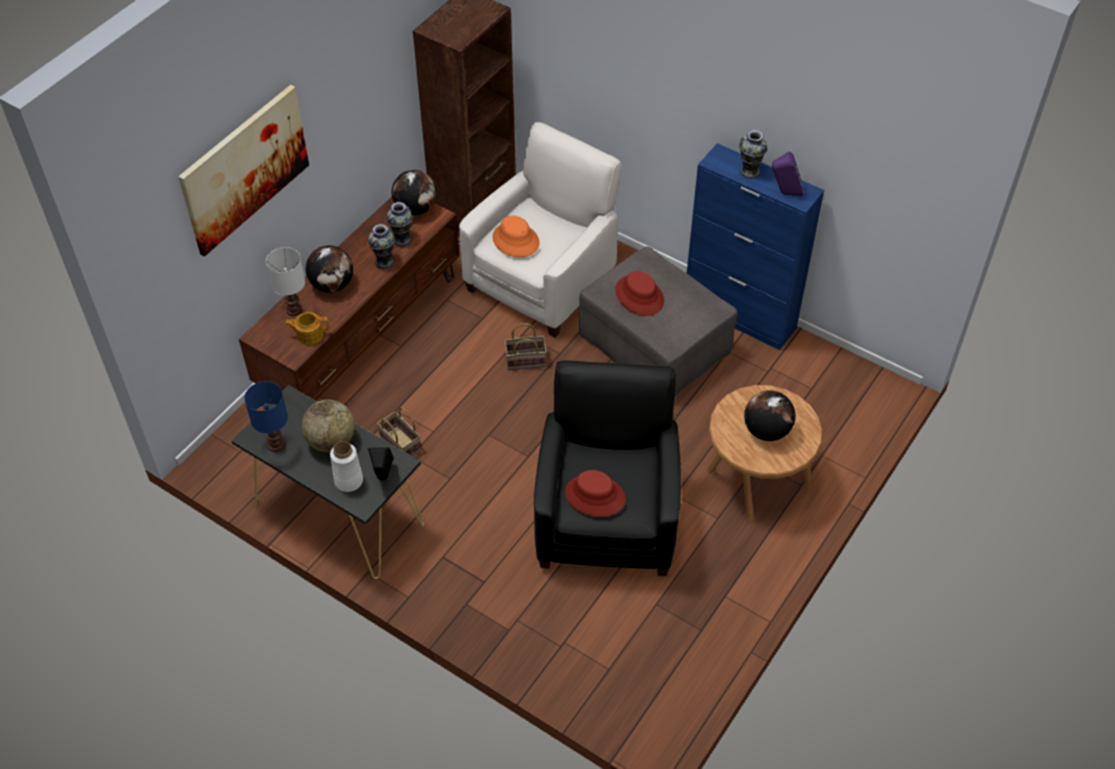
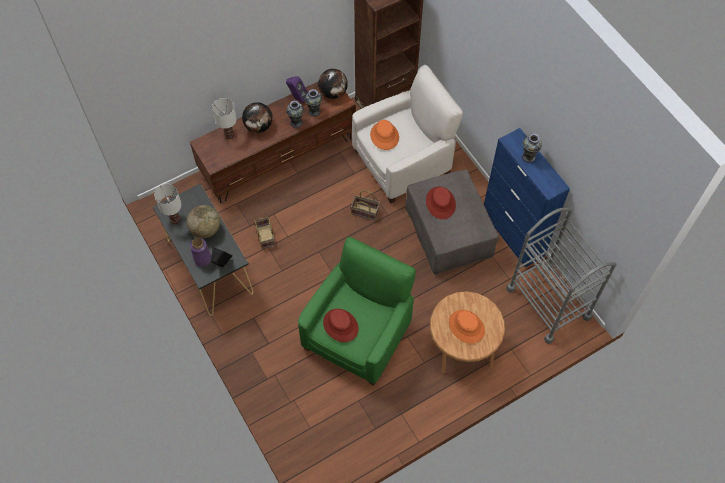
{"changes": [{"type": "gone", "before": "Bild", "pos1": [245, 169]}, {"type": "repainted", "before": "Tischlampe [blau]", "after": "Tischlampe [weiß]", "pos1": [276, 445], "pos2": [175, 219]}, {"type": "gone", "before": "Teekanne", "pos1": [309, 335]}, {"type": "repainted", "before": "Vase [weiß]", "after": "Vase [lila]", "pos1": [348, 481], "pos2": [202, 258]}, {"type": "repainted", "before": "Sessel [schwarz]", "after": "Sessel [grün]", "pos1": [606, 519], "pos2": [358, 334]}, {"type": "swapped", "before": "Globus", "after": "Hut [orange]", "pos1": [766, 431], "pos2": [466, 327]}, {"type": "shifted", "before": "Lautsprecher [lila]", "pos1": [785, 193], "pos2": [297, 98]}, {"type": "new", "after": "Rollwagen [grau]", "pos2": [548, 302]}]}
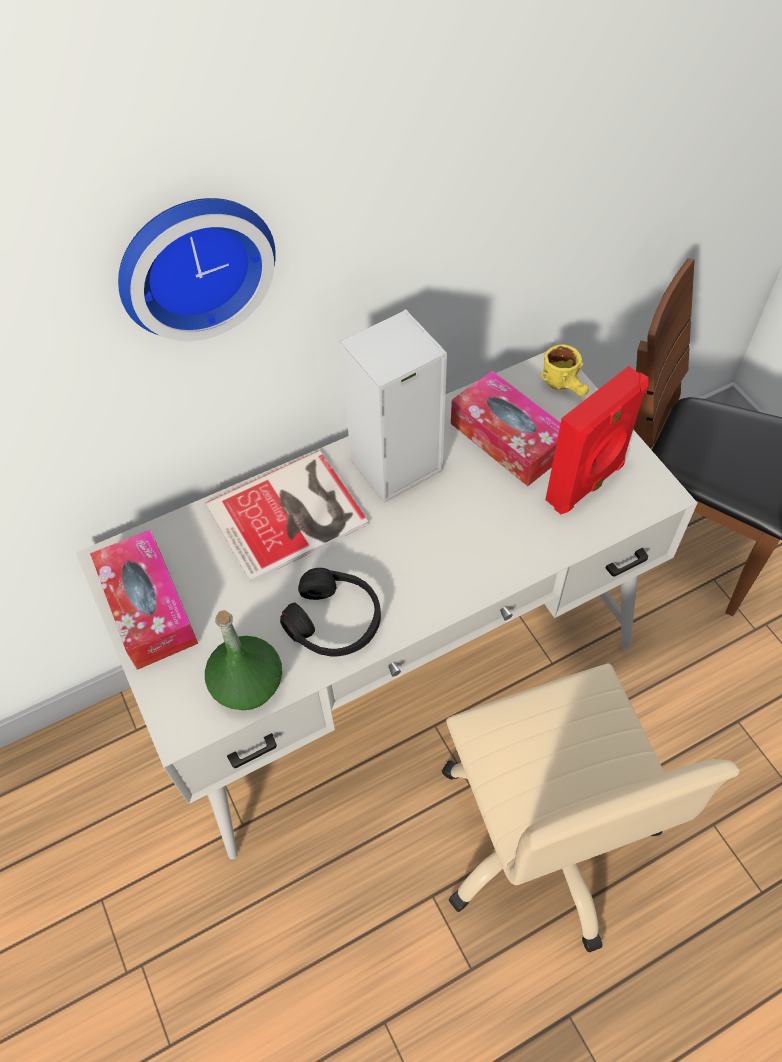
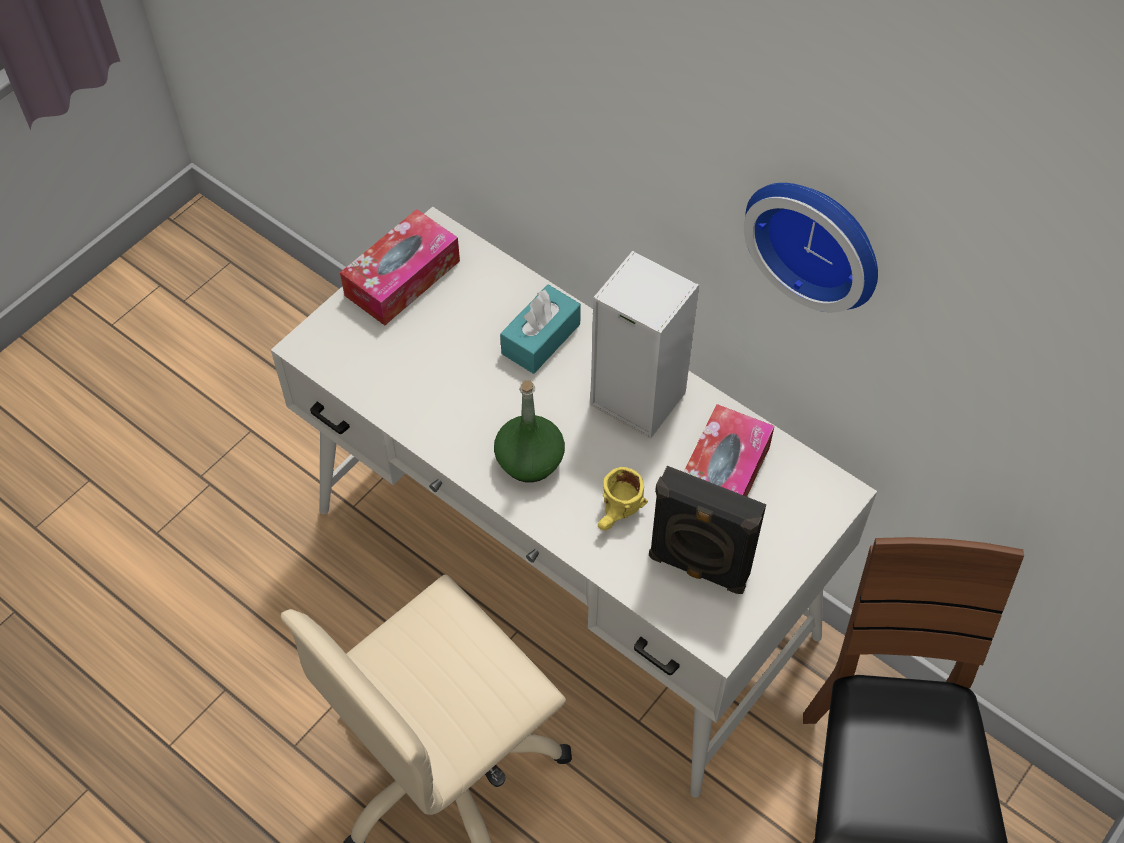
{"changes": [{"type": "shifted", "before": "Wanduhr", "pos1": [193, 263], "pos2": [818, 238]}, {"type": "swapped", "before": "Buch", "after": "Taschentuchbox [türkis]", "pos1": [291, 515], "pos2": [541, 339]}, {"type": "shifted", "before": "Flasche [grün]", "pos1": [248, 684], "pos2": [529, 461]}, {"type": "gone", "before": "Kopfhörer [schwarz]", "pos1": [334, 620]}, {"type": "shifted", "before": "Henkelbecher [gelb]", "pos1": [566, 386], "pos2": [619, 514]}, {"type": "repainted", "before": "Lautsprecher [rot]", "after": "Lautsprecher [schwarz]", "pos1": [586, 484], "pos2": [698, 568]}]}
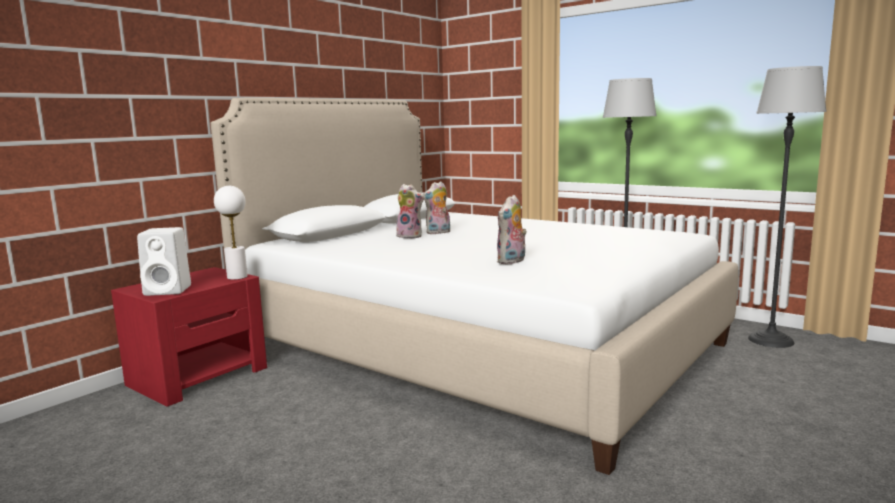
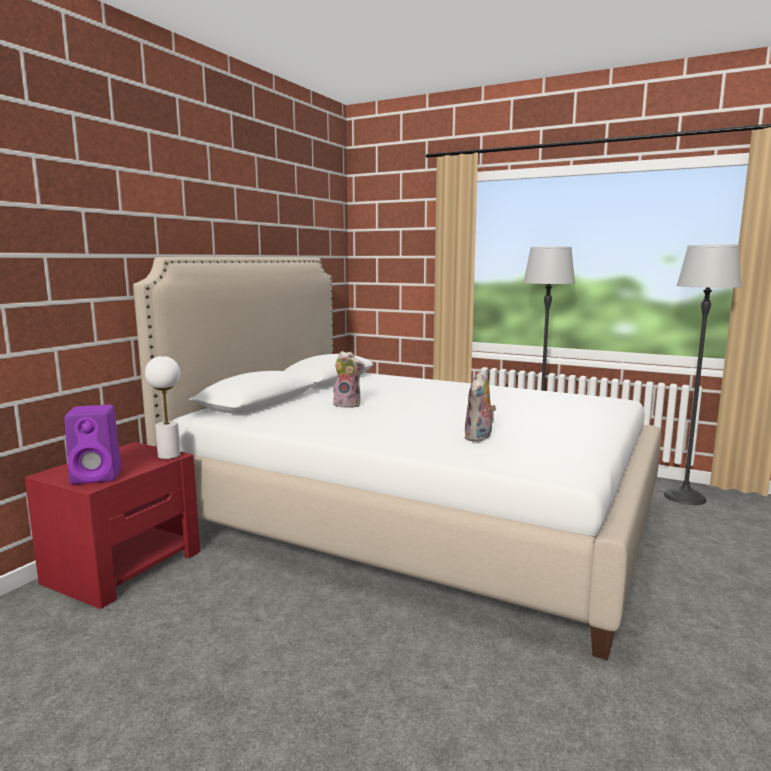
{"changes": [{"type": "repainted", "before": "Lautsprecher [weiß]", "after": "Lautsprecher [lila]", "pos1": [169, 290], "pos2": [98, 476]}, {"type": "gone", "before": "Plüschtier", "pos1": [438, 233]}]}
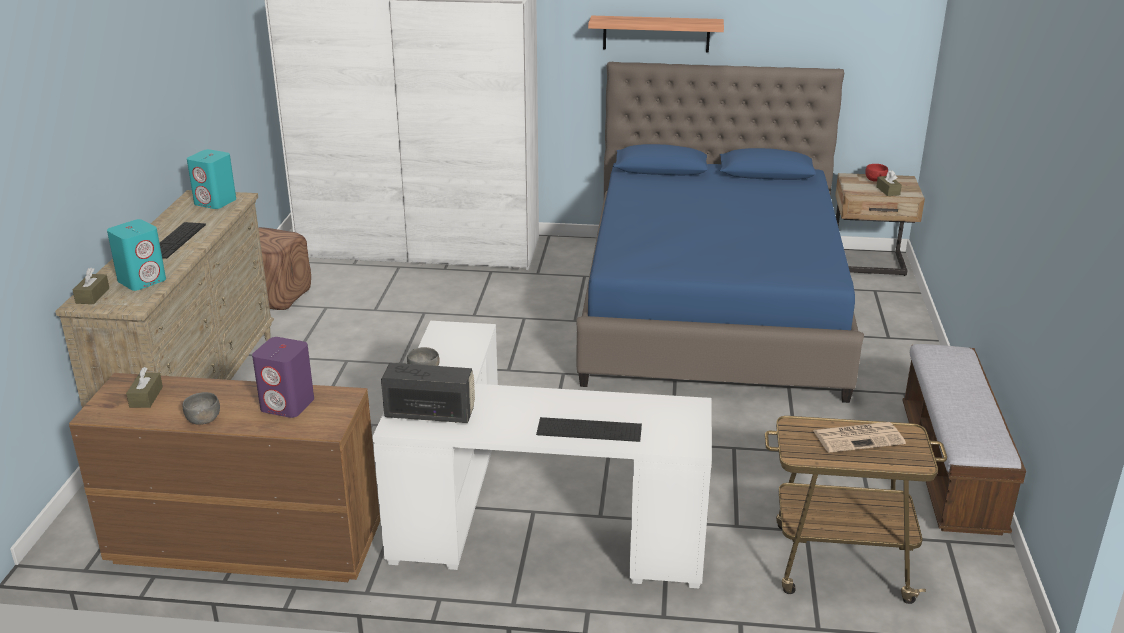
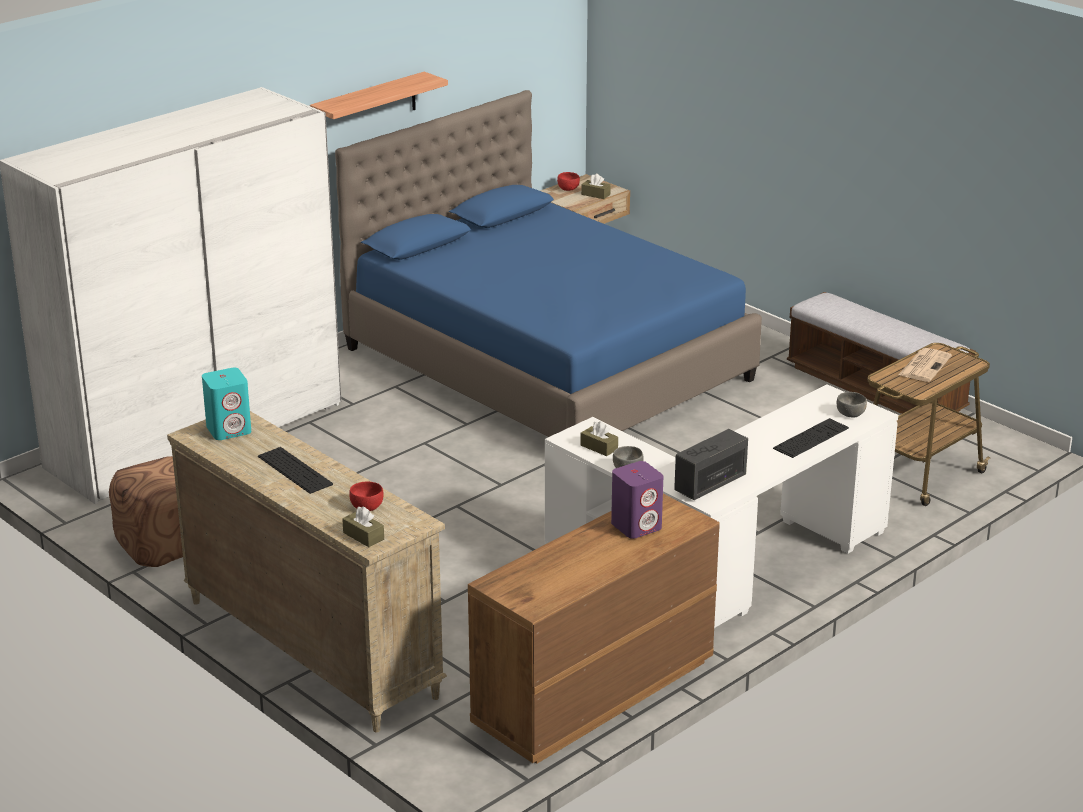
{"changes": [{"type": "swapped", "before": "Lautsprecher [türkis]", "after": "Schüssel [rot]", "pos1": [142, 280], "pos2": [366, 506]}, {"type": "shifted", "before": "Taschentuchbox [braun]", "pos1": [146, 397], "pos2": [599, 447]}, {"type": "shifted", "before": "Schüssel [grau]", "pos1": [203, 419], "pos2": [851, 414]}]}
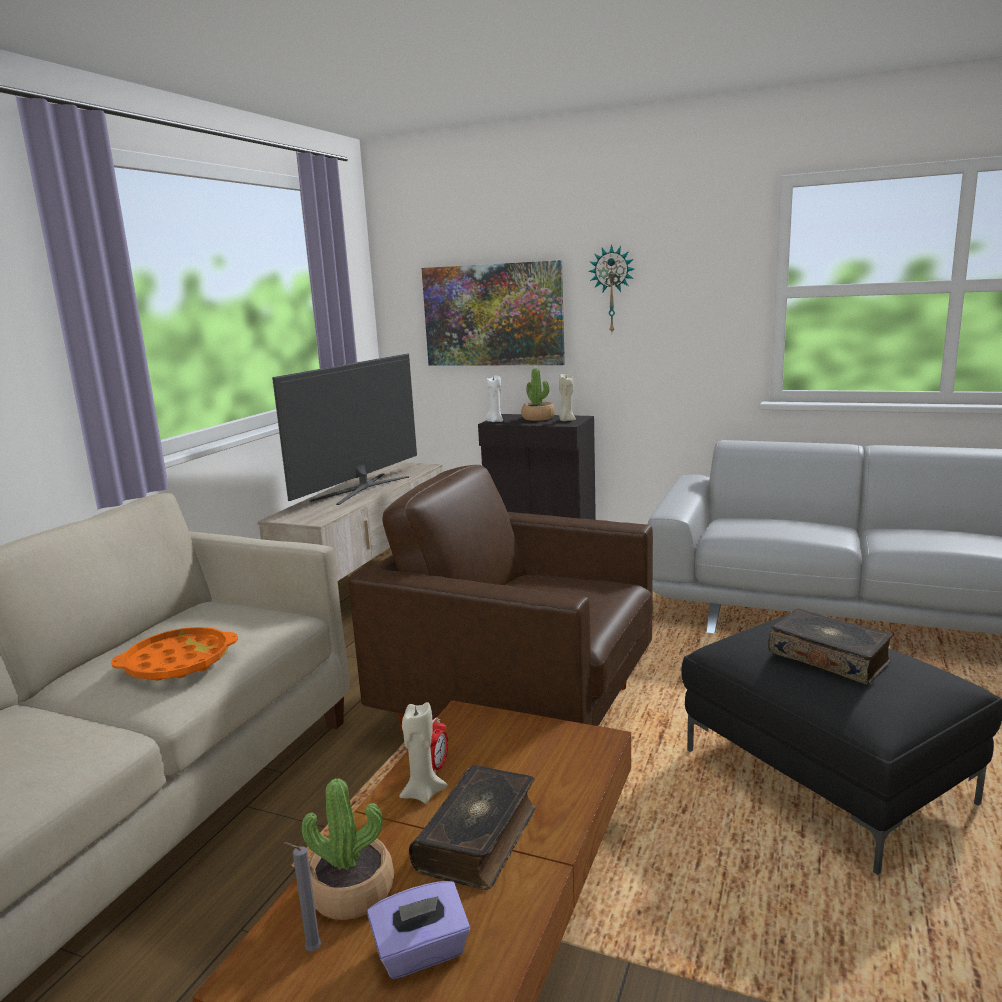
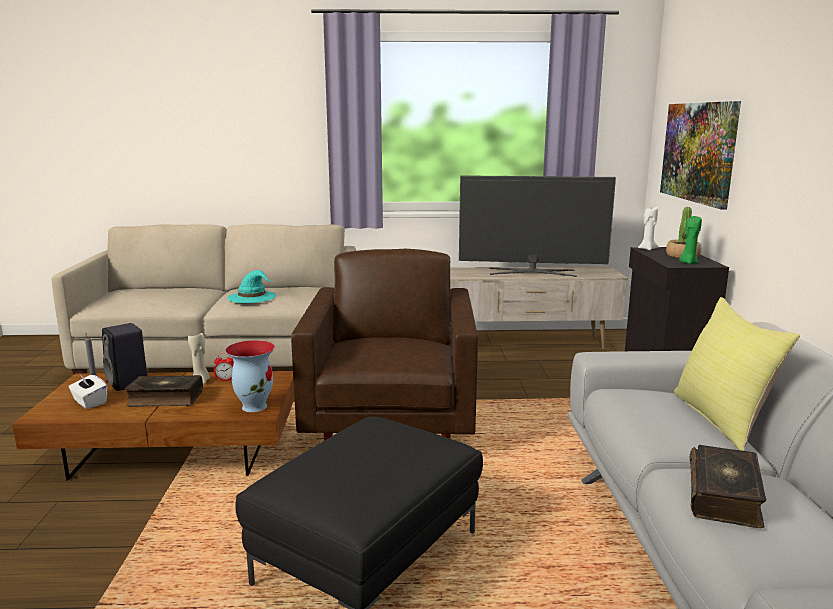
{"changes": [{"type": "swapped", "before": "Tablett [orange]", "after": "Hut [türkis]", "pos1": [178, 662], "pos2": [252, 297]}, {"type": "swapped", "before": "Topfpflanze", "after": "Lautsprecher [schwarz]", "pos1": [352, 891], "pos2": [128, 383]}, {"type": "repainted", "before": "Taschentuchbox [lila]", "after": "Taschentuchbox [weiß]", "pos1": [422, 952], "pos2": [89, 402]}, {"type": "repainted", "before": "Kerze [beige]", "after": "Kerze [grün]", "pos1": [566, 420], "pos2": [688, 263]}, {"type": "gone", "before": "Wanduhr", "pos1": [612, 290]}, {"type": "shifted", "before": "Buch", "pos1": [829, 657], "pos2": [725, 496]}, {"type": "new", "after": "Vase", "pos2": [254, 406]}, {"type": "new", "after": "Kissen [gelb]", "pos2": [722, 419]}]}
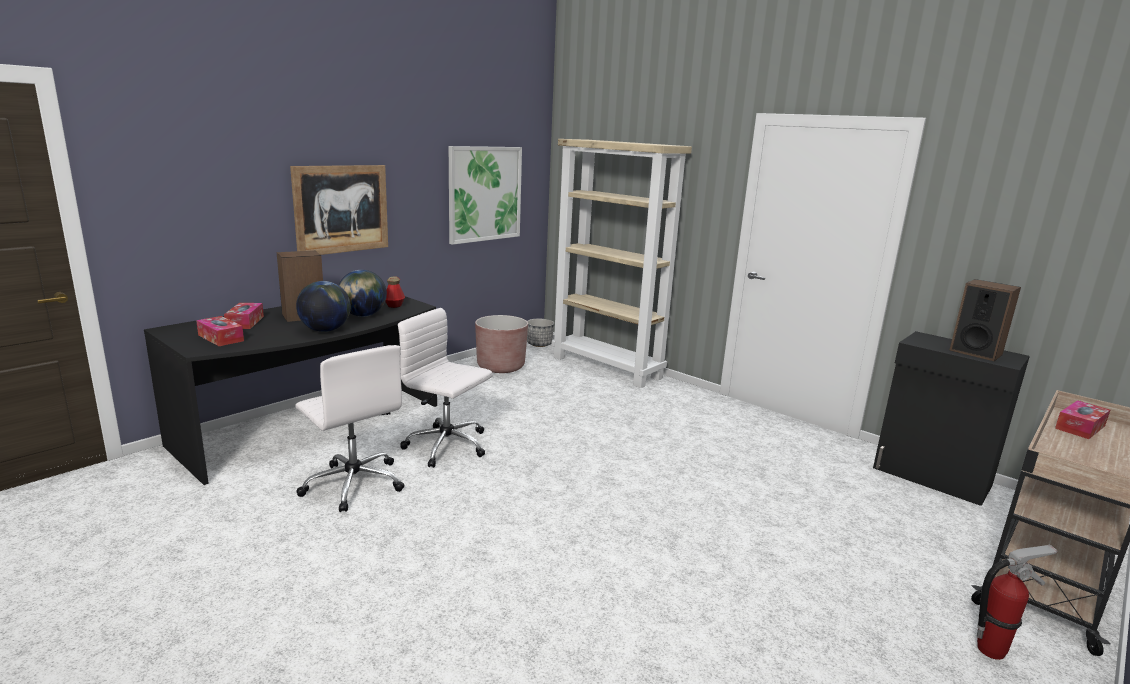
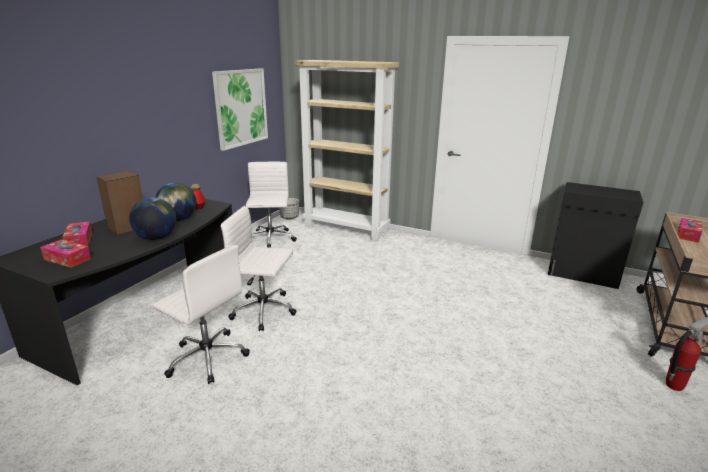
{"changes": [{"type": "gone", "before": "Bild", "pos1": [341, 209]}, {"type": "swapped", "before": "Pflanzkübel [braun]", "after": "Bürostuhl [weiß]", "pos1": [500, 366], "pos2": [270, 239]}, {"type": "gone", "before": "Lautsprecher", "pos1": [975, 352]}]}
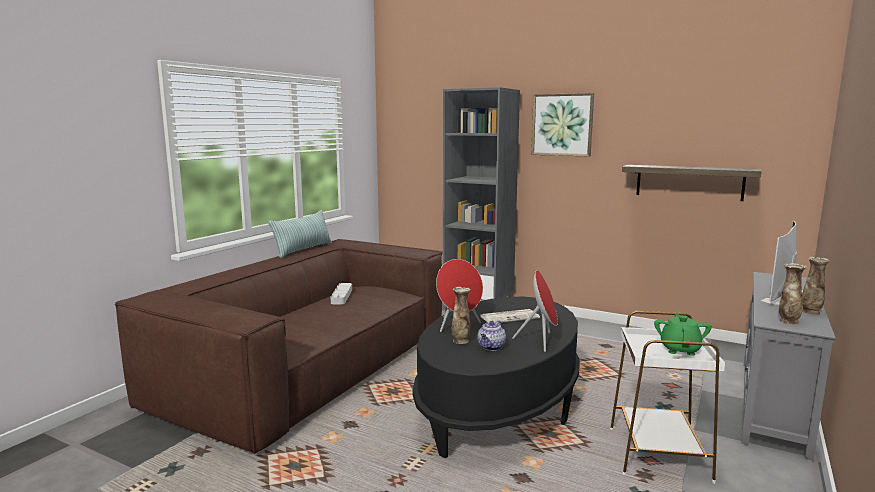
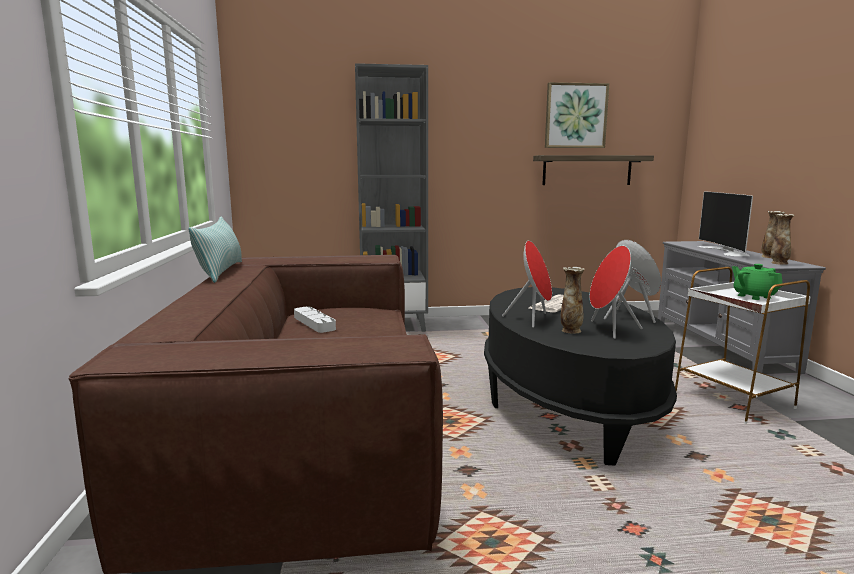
{"changes": [{"type": "swapped", "before": "Teekanne", "after": "Lautsprecher [rot]", "pos1": [491, 347], "pos2": [609, 330]}, {"type": "shifted", "before": "Bild", "pos1": [562, 125], "pos2": [575, 116]}]}
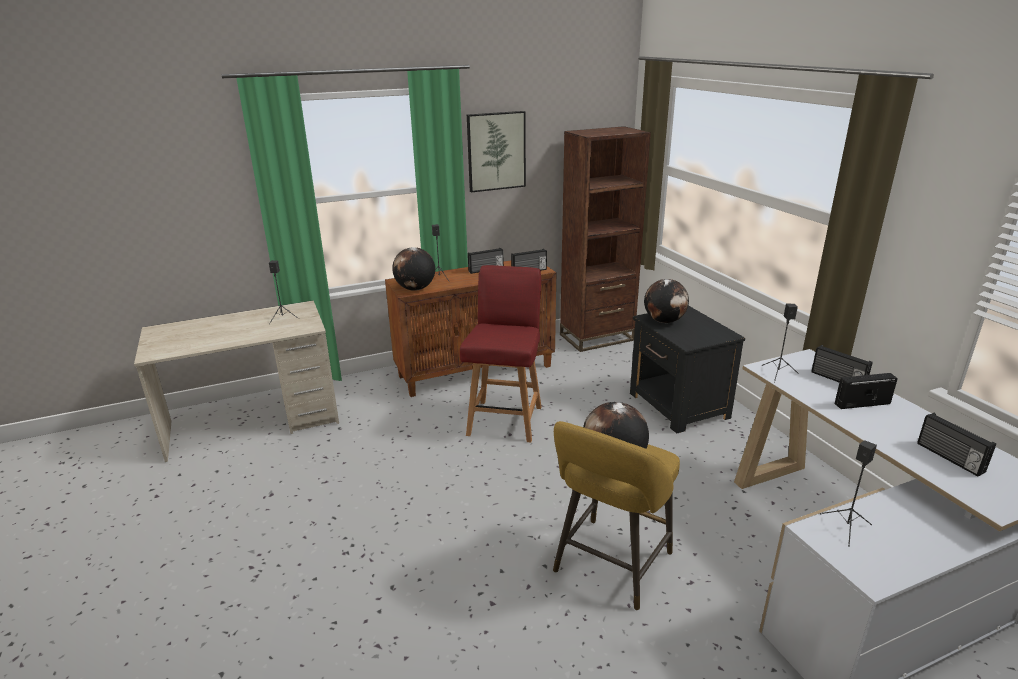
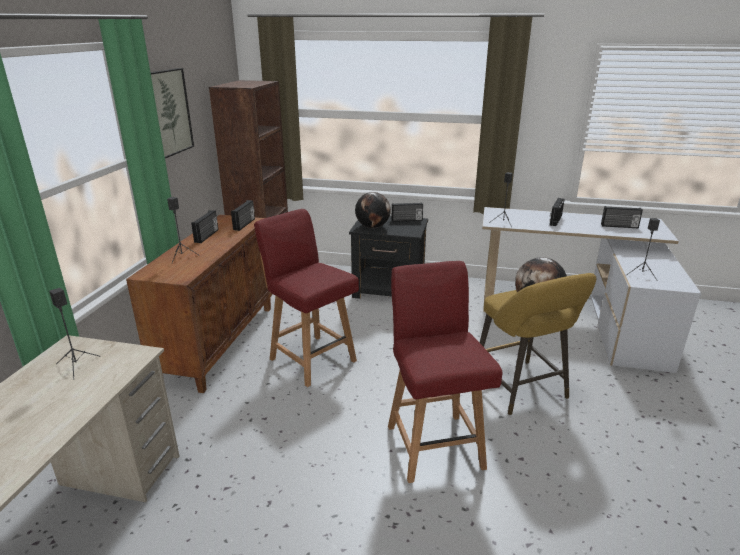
{"changes": [{"type": "gone", "before": "Globus", "pos1": [415, 289]}, {"type": "shifted", "before": "Radio", "pos1": [837, 380], "pos2": [407, 220]}, {"type": "new", "after": "Stuhl [rot]", "pos2": [434, 444]}]}
